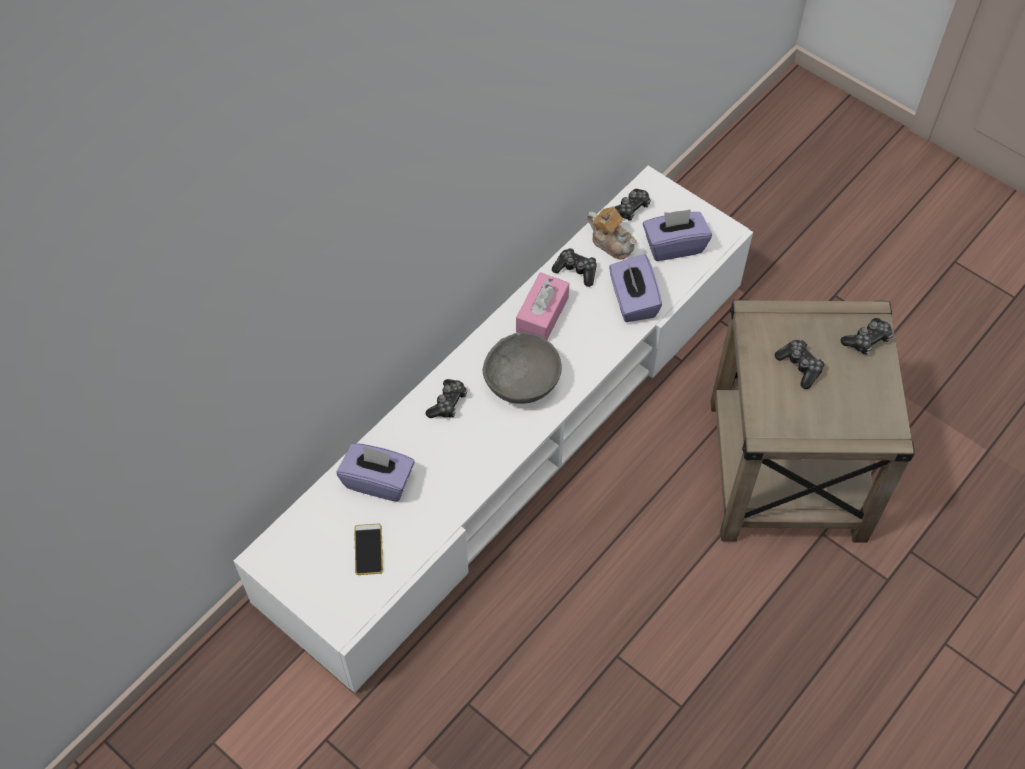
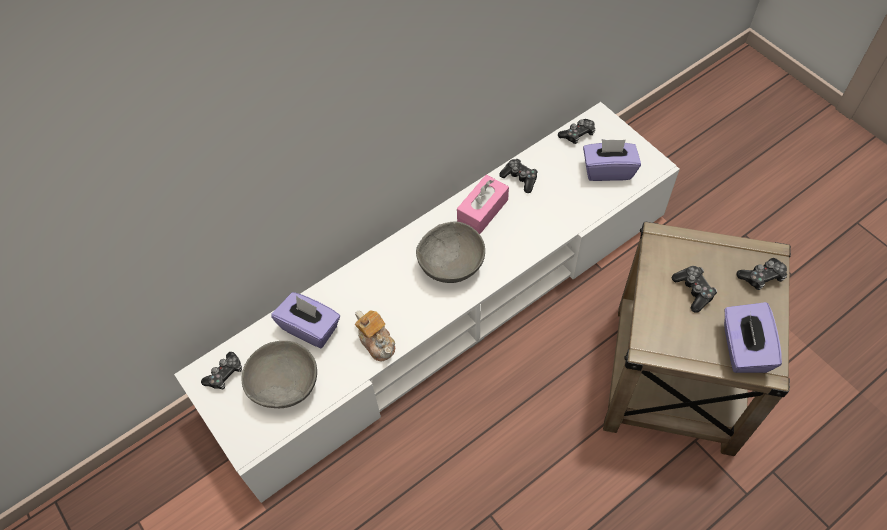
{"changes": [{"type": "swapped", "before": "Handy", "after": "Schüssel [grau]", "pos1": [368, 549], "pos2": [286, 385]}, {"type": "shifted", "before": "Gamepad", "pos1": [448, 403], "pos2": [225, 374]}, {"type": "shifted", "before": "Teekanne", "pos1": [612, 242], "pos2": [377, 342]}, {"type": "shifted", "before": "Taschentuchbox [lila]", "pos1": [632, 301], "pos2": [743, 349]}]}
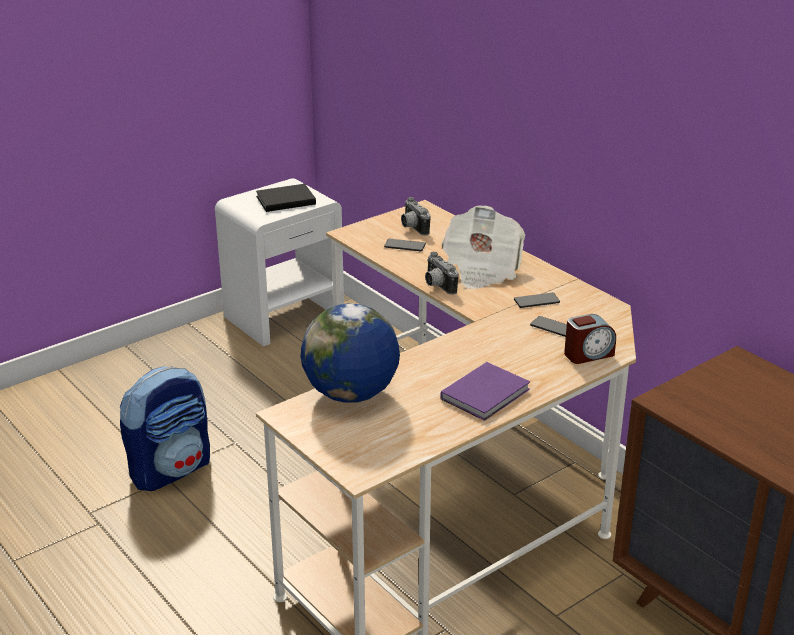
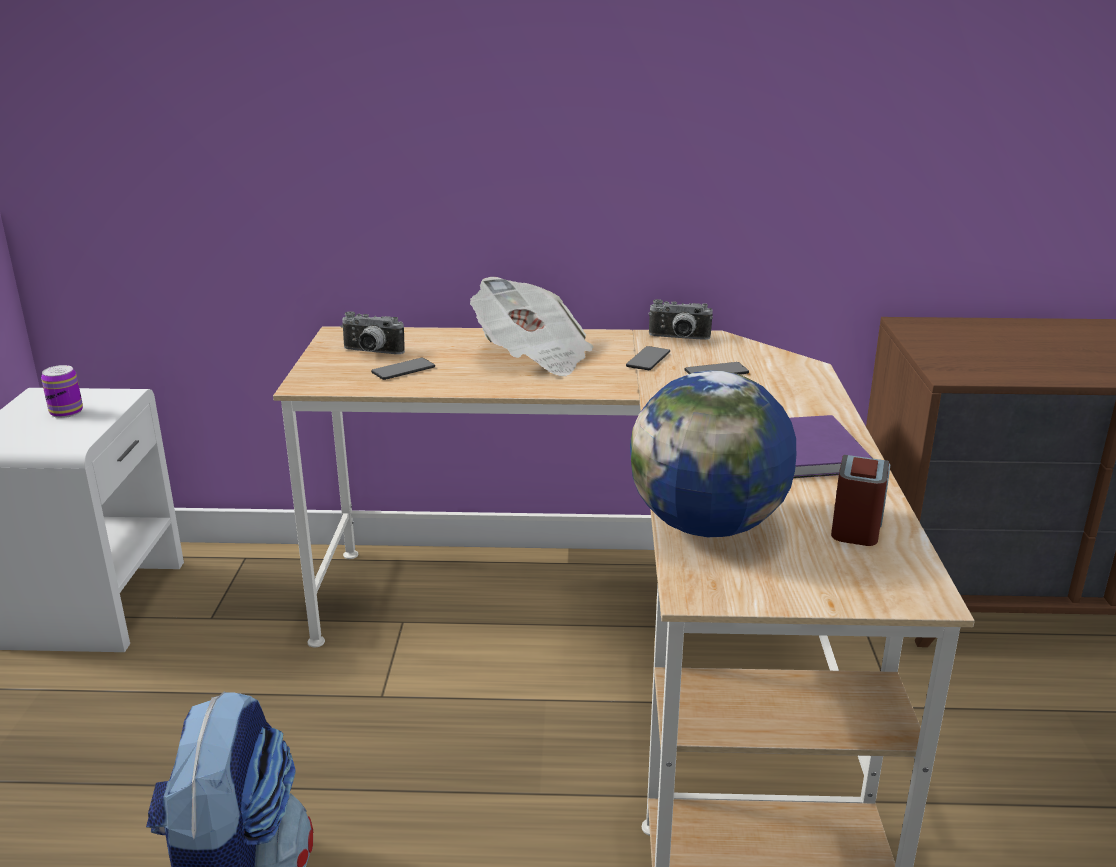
{"changes": [{"type": "swapped", "before": "Buch [schwarz]", "after": "Dose", "pos1": [284, 200], "pos2": [66, 412]}, {"type": "shifted", "before": "Kamera", "pos1": [437, 286], "pos2": [679, 339]}, {"type": "shifted", "before": "Wecker", "pos1": [588, 354], "pos2": [857, 524]}]}
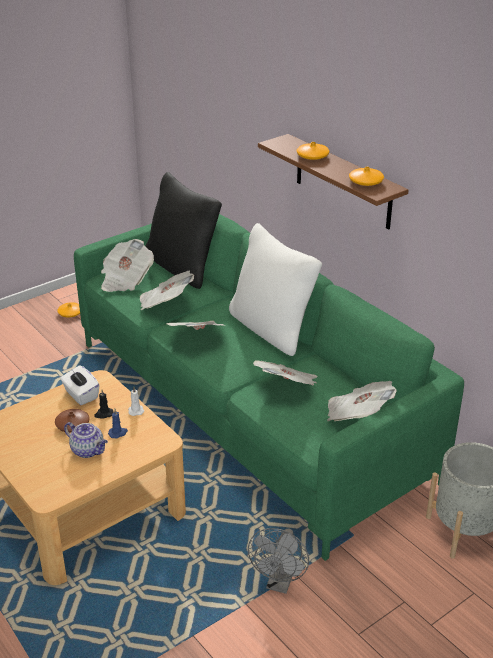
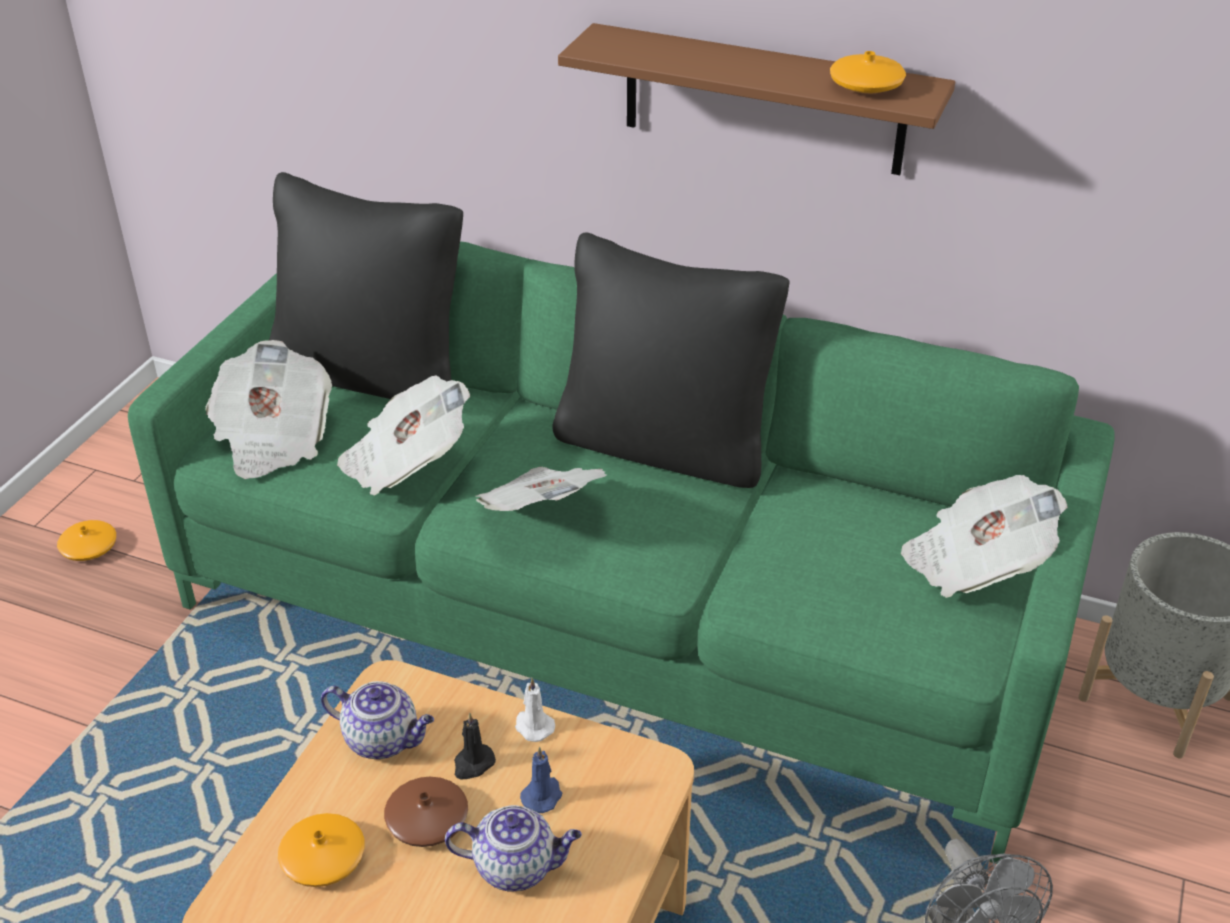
{"changes": [{"type": "swapped", "before": "Taschentuchbox [weiß]", "after": "Teekanne", "pos1": [81, 395], "pos2": [383, 740]}, {"type": "repainted", "before": "Kissen [weiß]", "after": "Kissen [schwarz]", "pos1": [272, 329], "pos2": [664, 445]}, {"type": "gone", "before": "Zeitung", "pos1": [288, 387]}, {"type": "shifted", "before": "Vase [orange]", "pos1": [312, 156], "pos2": [323, 858]}]}
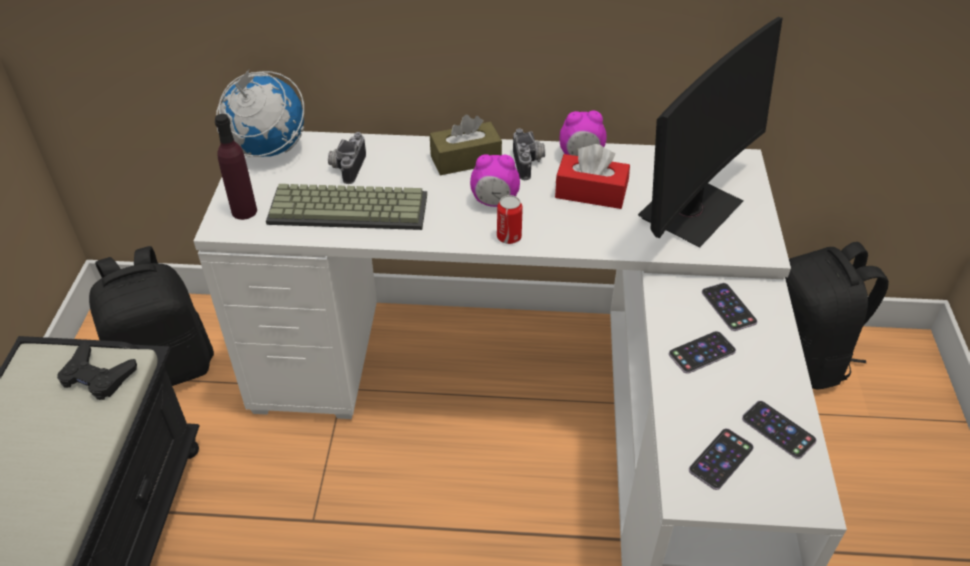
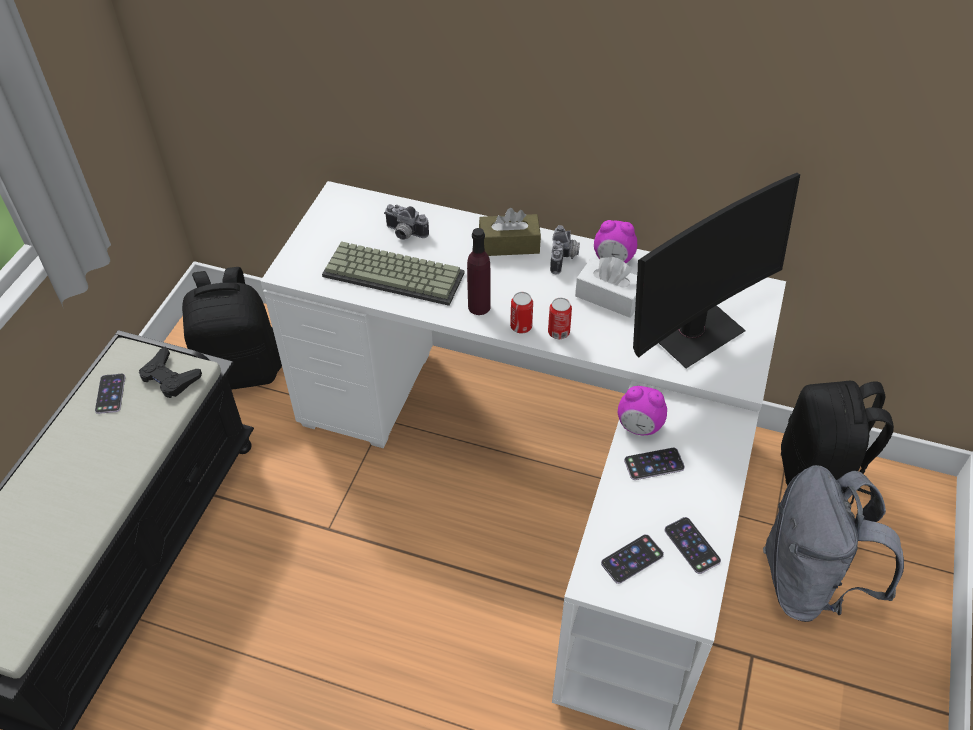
{"changes": [{"type": "shifted", "before": "Flasche [lila]", "pos1": [244, 211], "pos2": [479, 306]}, {"type": "gone", "before": "Globus", "pos1": [268, 150]}, {"type": "rotated", "before": "Kamera", "pos1": [346, 167], "pos2": [404, 234], "turn": -90}, {"type": "shifted", "before": "Wecker", "pos1": [494, 202], "pos2": [639, 426]}, {"type": "repainted", "before": "Taschentuchbox [rot]", "after": "Taschentuchbox [weiß]", "pos1": [591, 192], "pos2": [609, 297]}, {"type": "shifted", "before": "Handy", "pos1": [728, 307], "pos2": [110, 393]}, {"type": "new", "after": "Dose", "pos2": [558, 332]}, {"type": "new", "after": "Rucksack [grau]", "pos2": [809, 583]}]}
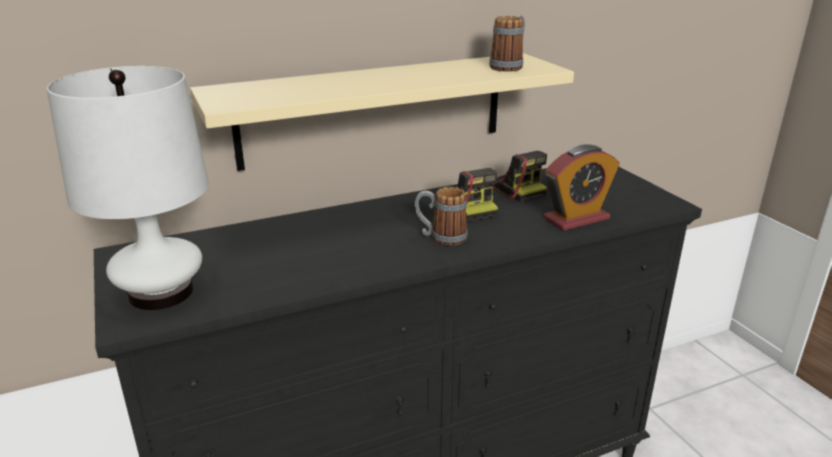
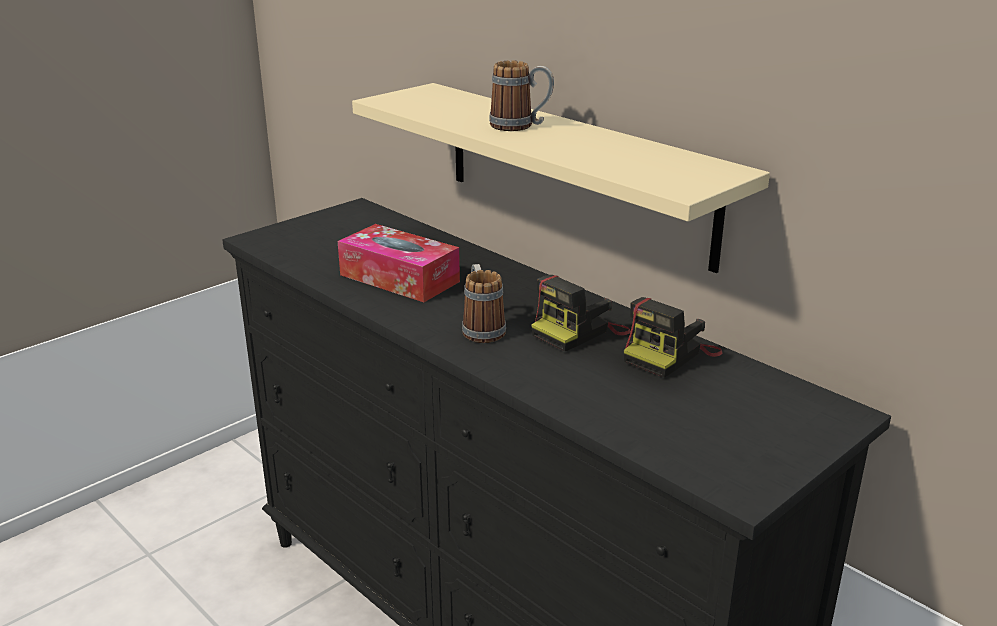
{"changes": [{"type": "gone", "before": "Tischlampe [weiß]", "pos1": [161, 292]}, {"type": "shifted", "before": "Henkelbecher", "pos1": [509, 66], "pos2": [520, 126]}, {"type": "gone", "before": "Wecker", "pos1": [576, 219]}, {"type": "new", "after": "Taschentuchbox", "pos2": [399, 278]}]}
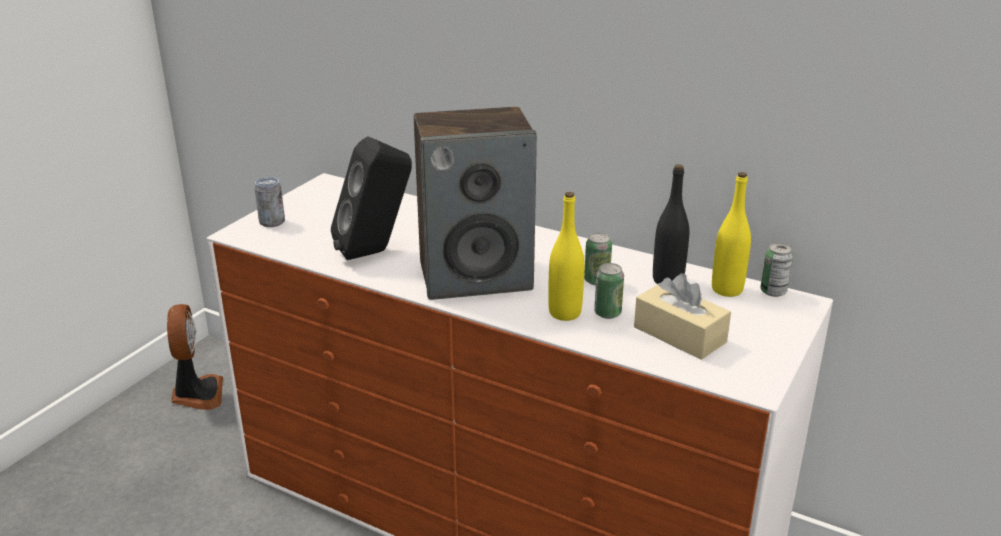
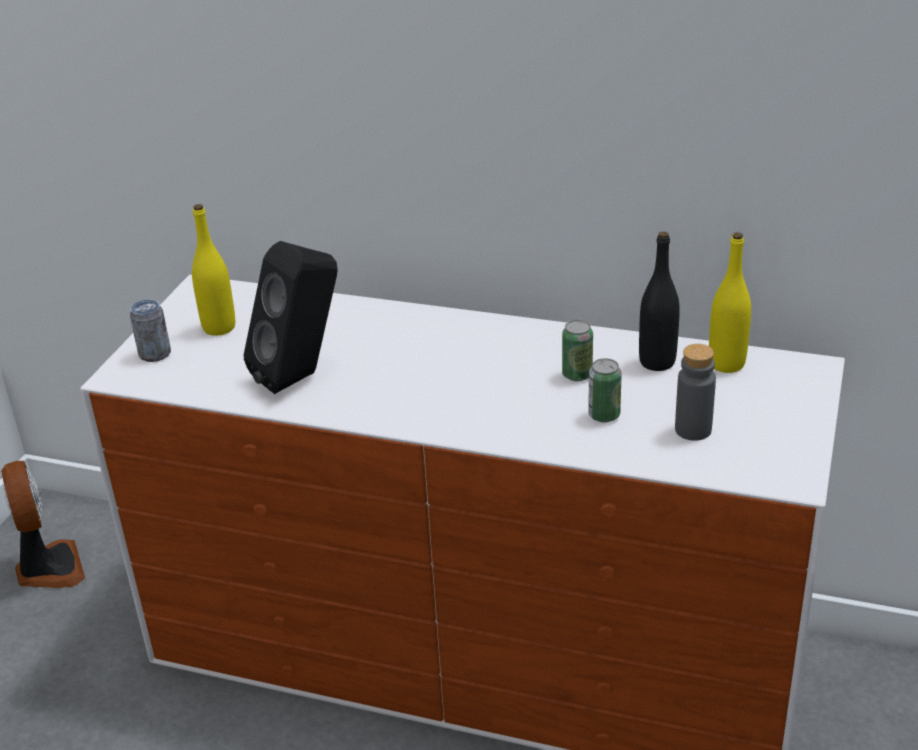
{"changes": [{"type": "gone", "before": "Lautsprecher", "pos1": [476, 276]}, {"type": "shifted", "before": "Flasche [gelb]", "pos1": [565, 313], "pos2": [219, 327]}, {"type": "swapped", "before": "Taschentuchbox [beige]", "after": "Flasche [grau]", "pos1": [679, 334], "pos2": [693, 430]}, {"type": "gone", "before": "Dose", "pos1": [773, 291]}]}
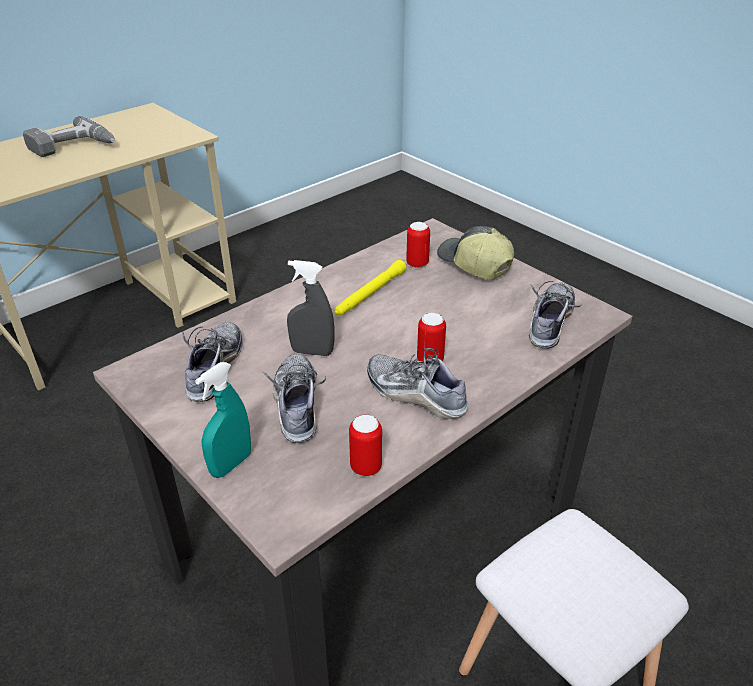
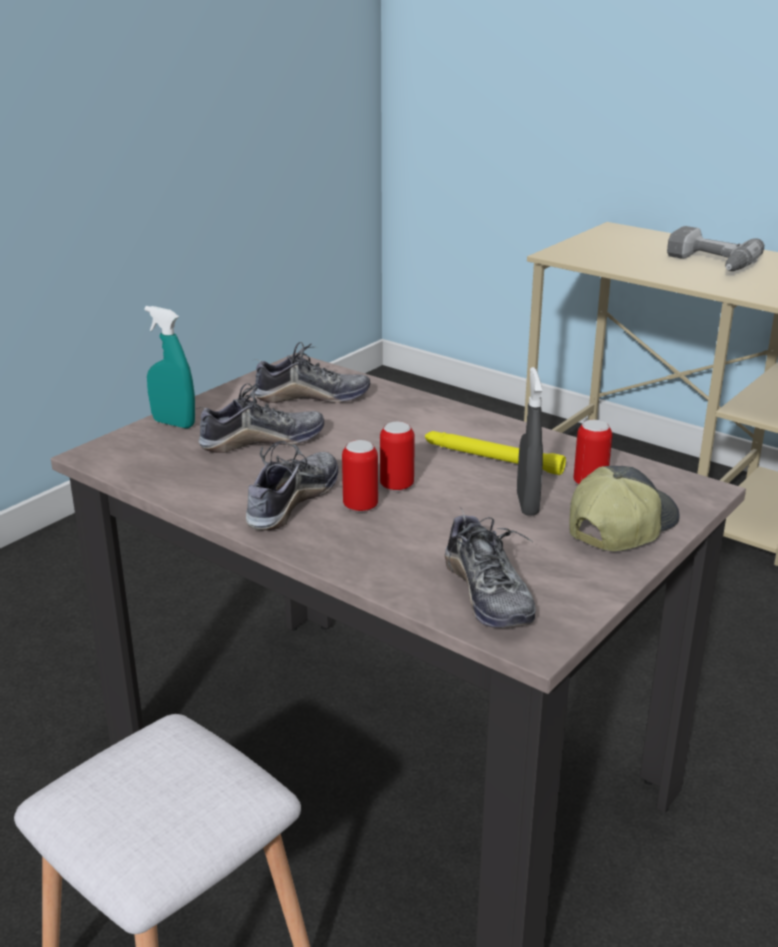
{"changes": [{"type": "shifted", "before": "Sprühflasche [grau]", "pos1": [312, 352], "pos2": [527, 504]}, {"type": "shifted", "before": "Dose", "pos1": [366, 467], "pos2": [397, 486]}, {"type": "rotated", "before": "Schuh", "pos1": [550, 322], "pos2": [487, 594], "turn": 60}]}
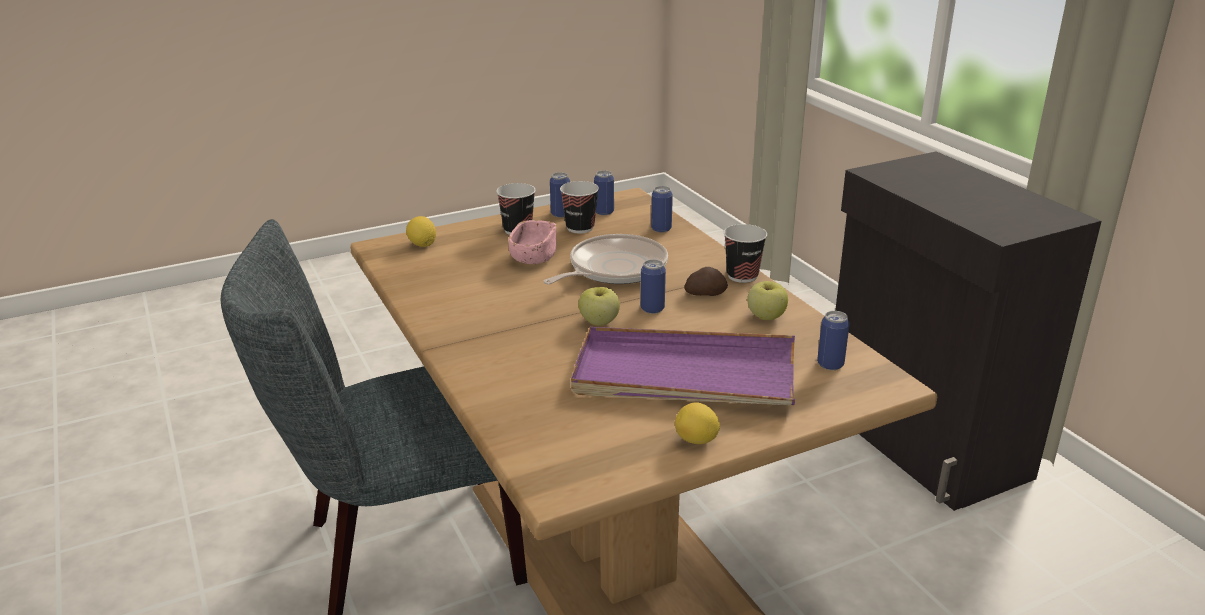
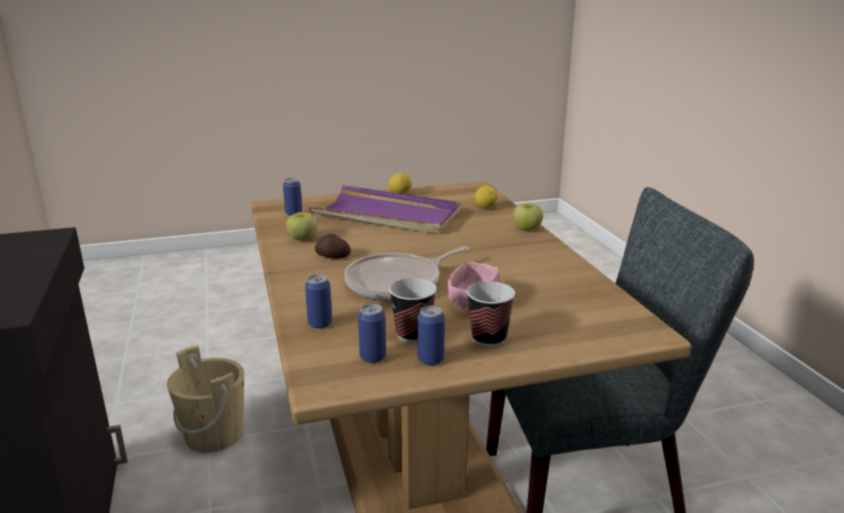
{"changes": [{"type": "shifted", "before": "Zitrone", "pos1": [422, 245], "pos2": [485, 208]}, {"type": "shifted", "before": "Apfel", "pos1": [599, 322], "pos2": [527, 229]}, {"type": "gone", "before": "Dose", "pos1": [652, 309]}, {"type": "gone", "before": "Tasse", "pos1": [742, 276]}, {"type": "new", "after": "Eimer [beige]", "pos2": [214, 434]}]}
